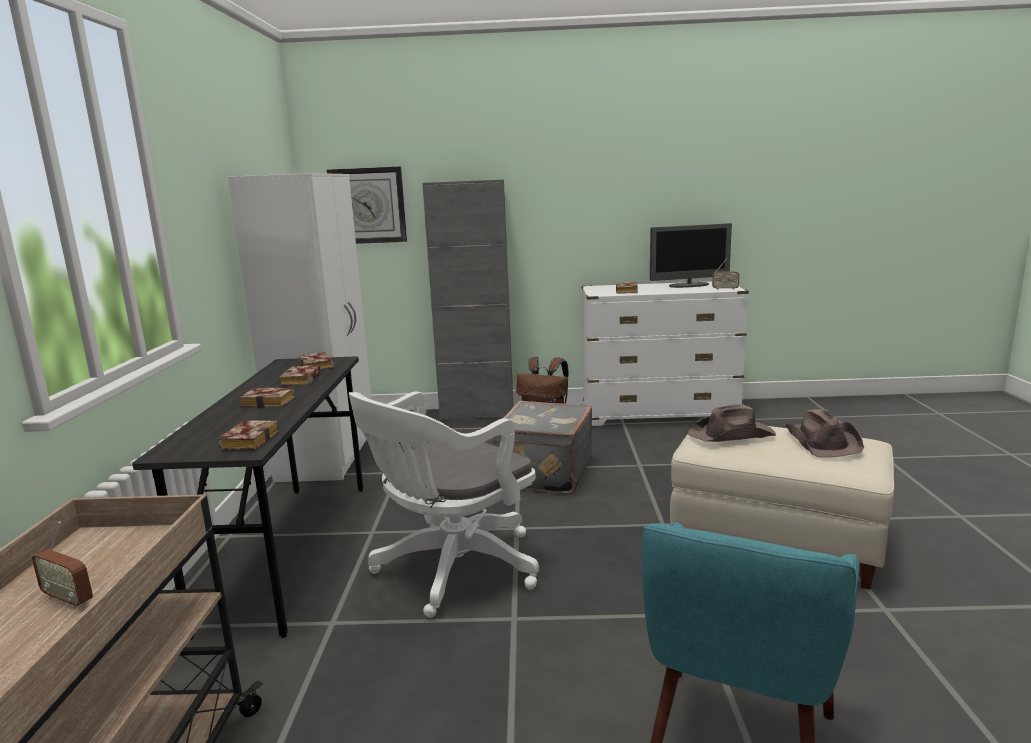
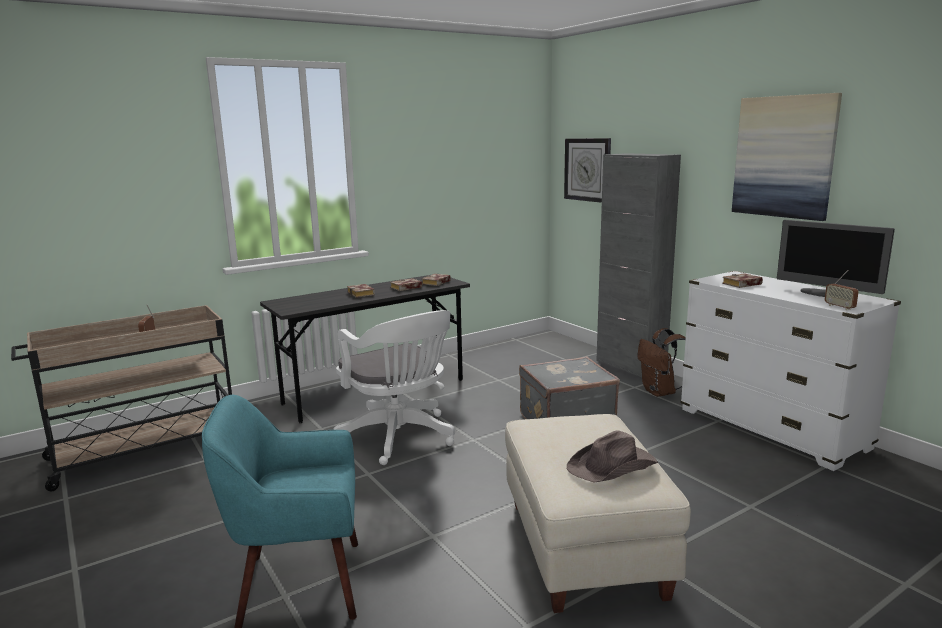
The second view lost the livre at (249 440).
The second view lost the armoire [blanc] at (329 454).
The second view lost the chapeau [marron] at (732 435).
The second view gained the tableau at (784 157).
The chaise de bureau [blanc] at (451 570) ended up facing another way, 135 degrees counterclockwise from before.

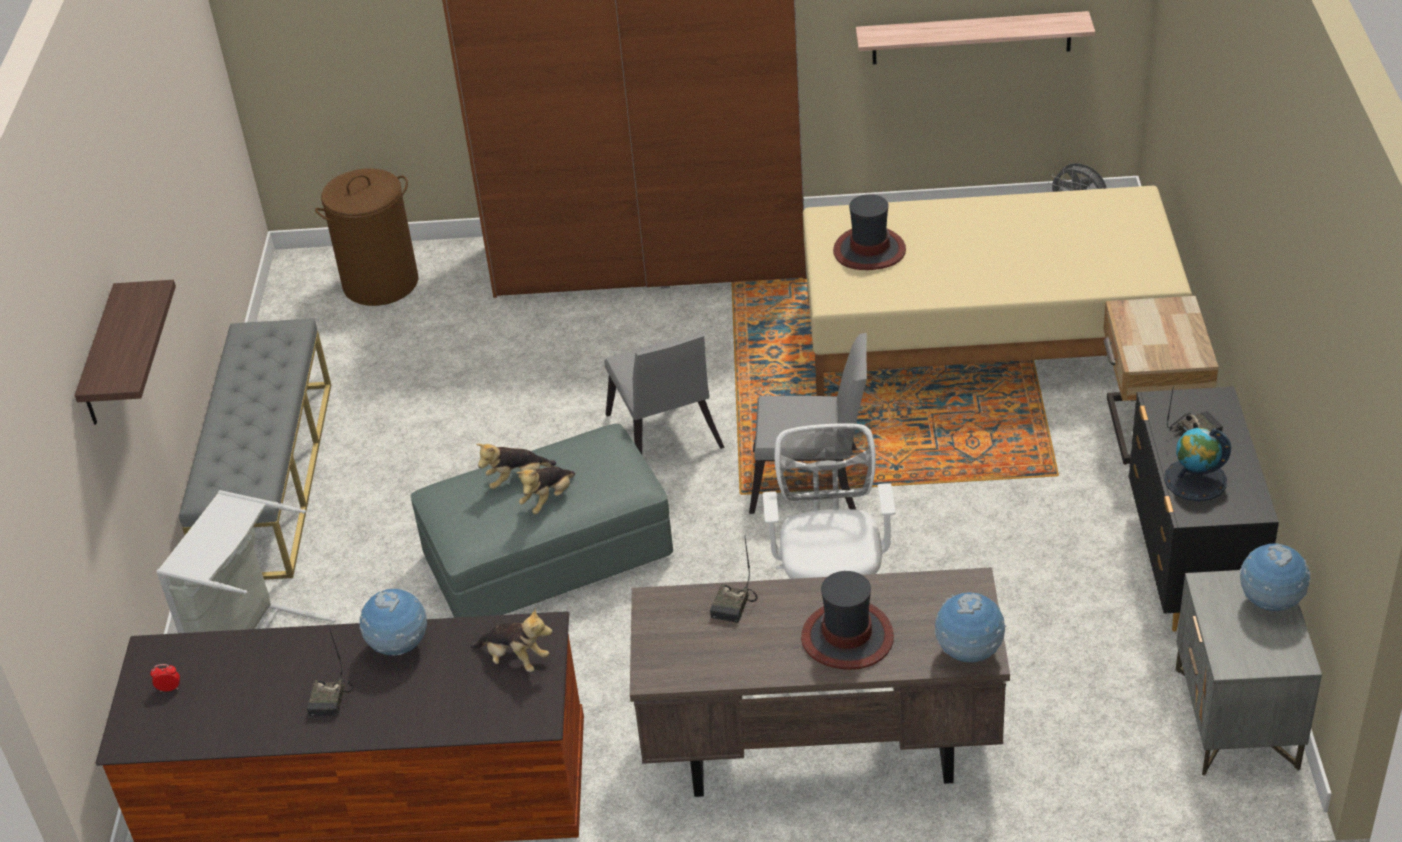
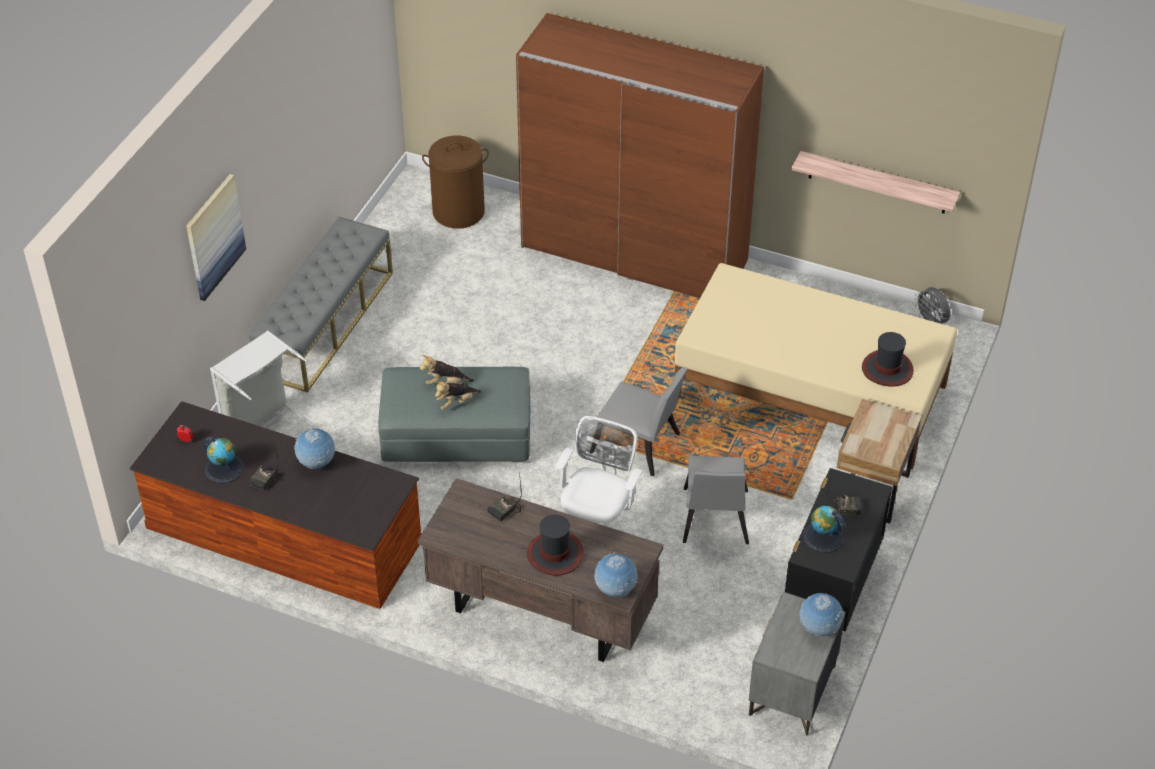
The second view lost the peluche at (515 659).
The second view gained the globe at (224 468).
The chaise [gris] ended up elsewhere, having gone from (665 437) to (714 521).
The chapeau ended up elsewhere, having gone from (869 250) to (887 369).
Where the étagère hung at (101 358), the tableau came to hang at (214 237).

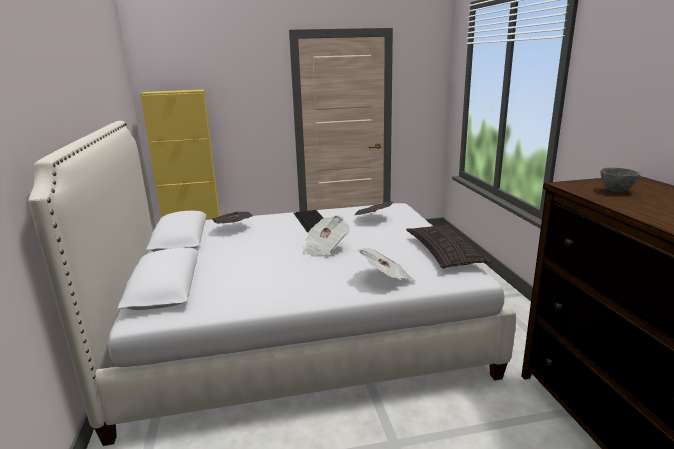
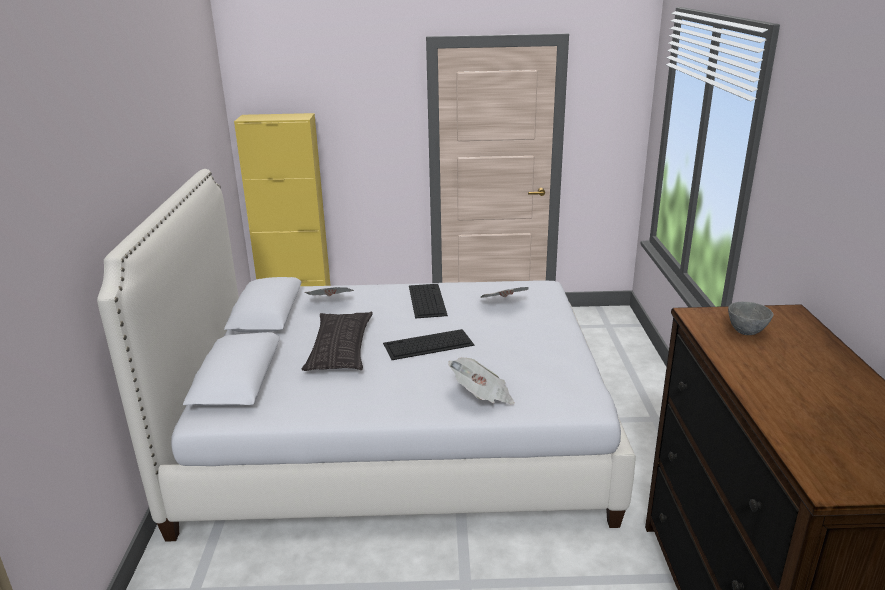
The coussin ended up elsewhere, having gone from (444 252) to (340 348).
Where the journal stood at (325 248), the clavier came to stand at (427 344).

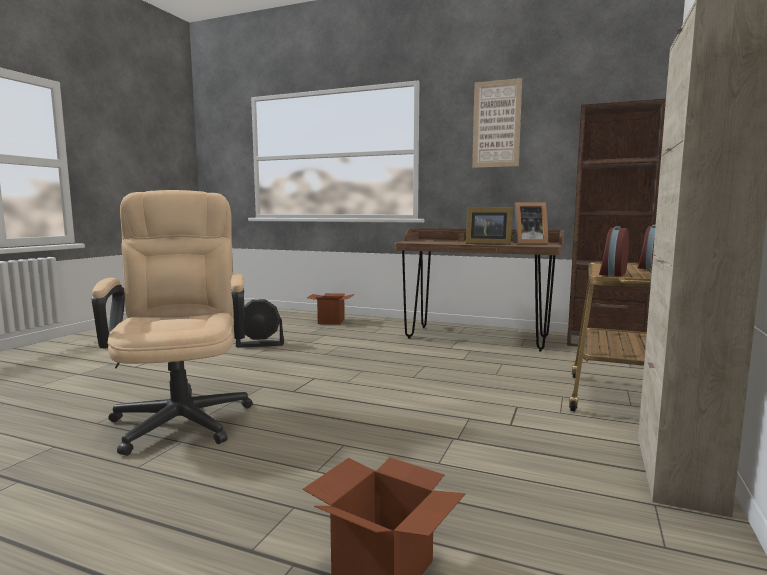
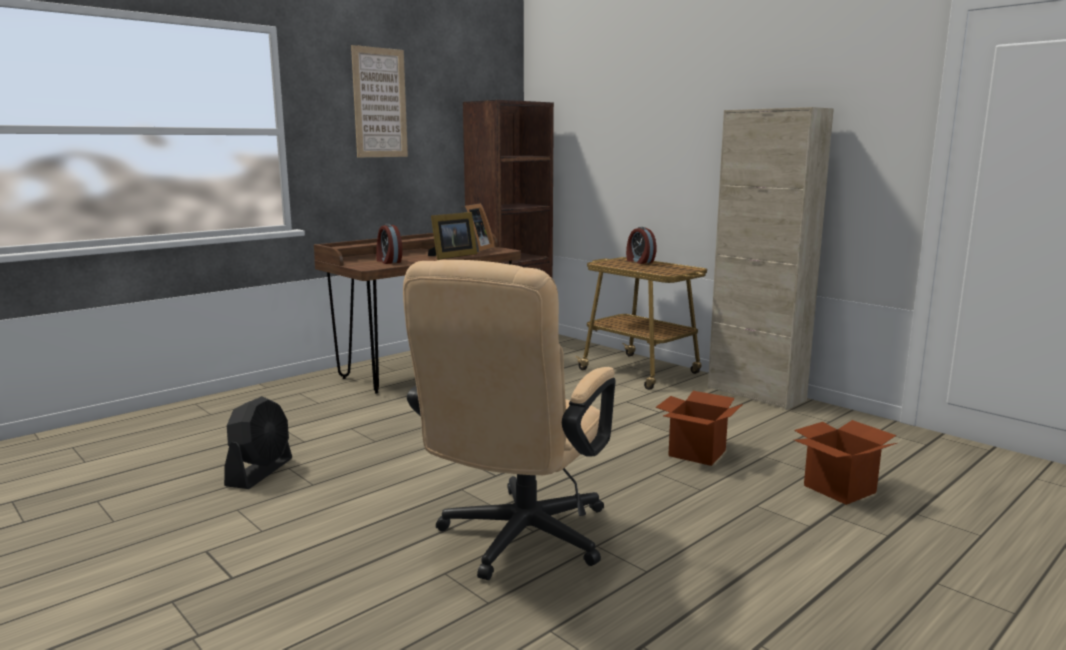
The carton ended up elsewhere, having gone from (331 321) to (697 453).
The réveil ended up elsewhere, having gone from (612 273) to (388 261).
The chaise de bureau [beige] at (183 415) ended up facing another way, 75 degrees counterclockwise from before.

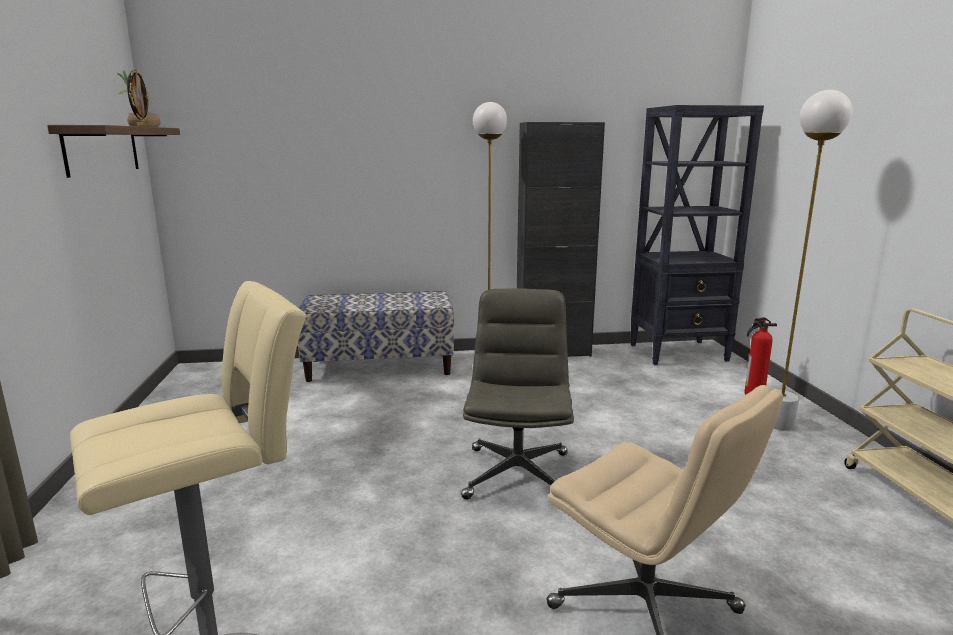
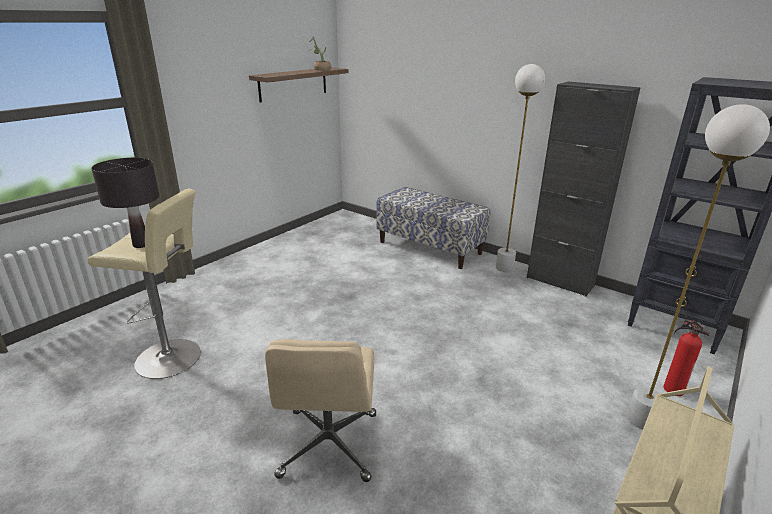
The second view lost the cadre photo at (142 126).
The second view lost the chaise de bureau [gris] at (517 474).
The second view gained the lampe de table [noir] at (141 244).

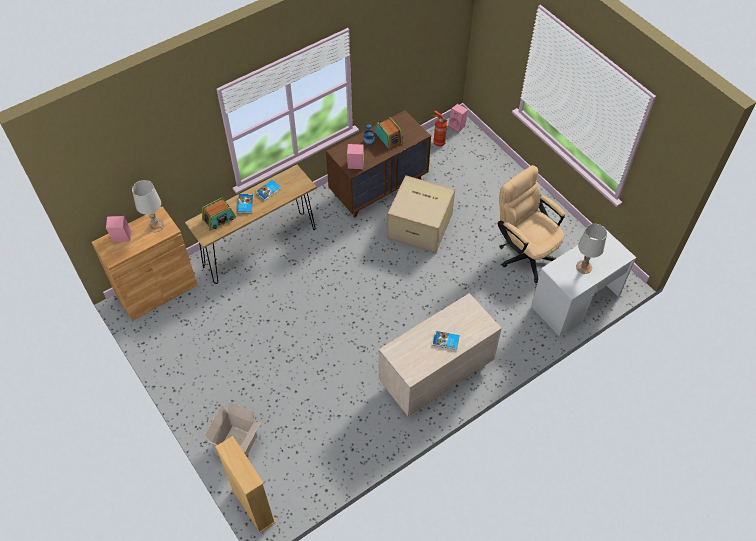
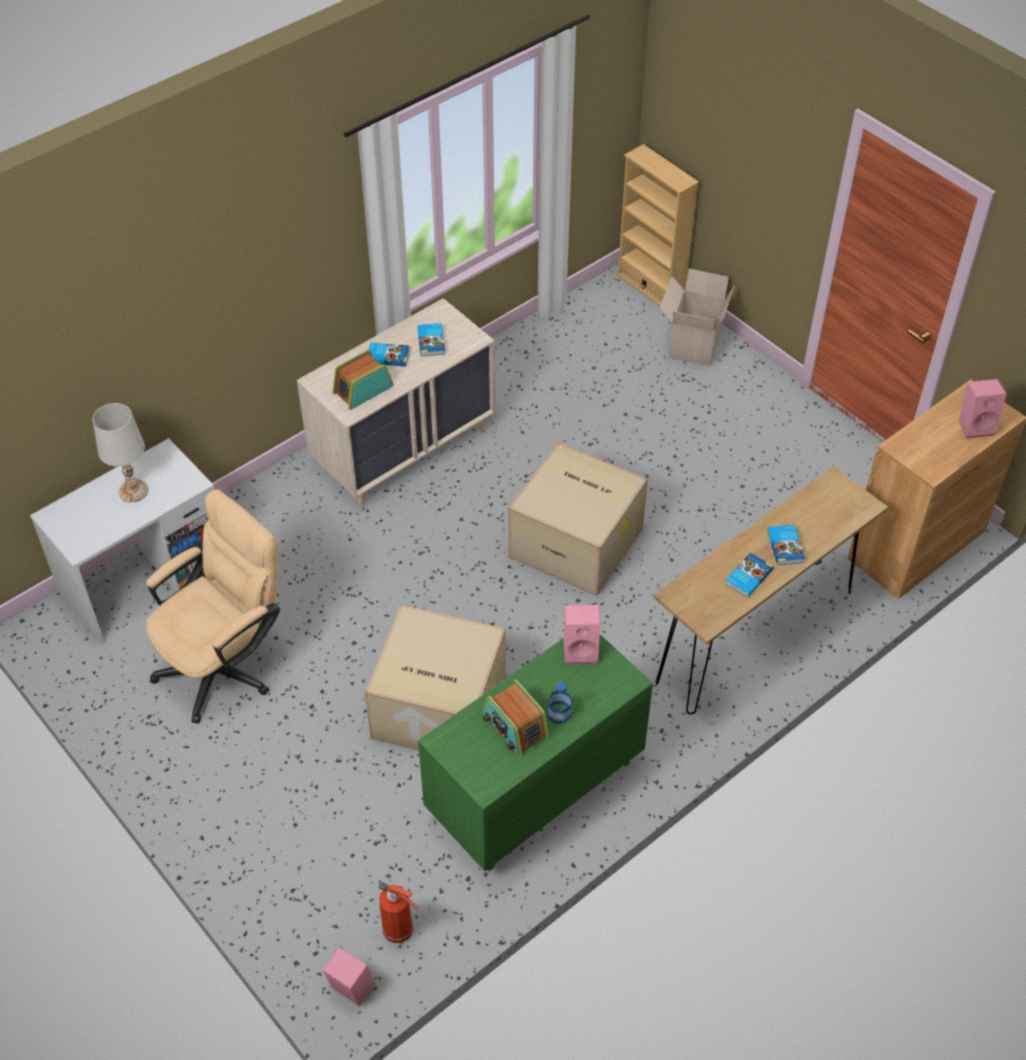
The second view lost the lampe de table [blanc] at (156 225).
The second view gained the livre at (432 341).
The second view gained the carton at (578 541).
The radio ended up elsewhere, having gone from (219 219) to (362 389).
What was the commode [marron] at (379 187) turned into the commode [vert] at (534 791).
The chaise de bureau [beige] at (524 253) ended up facing another way, 90 degrees counterclockwise from before.

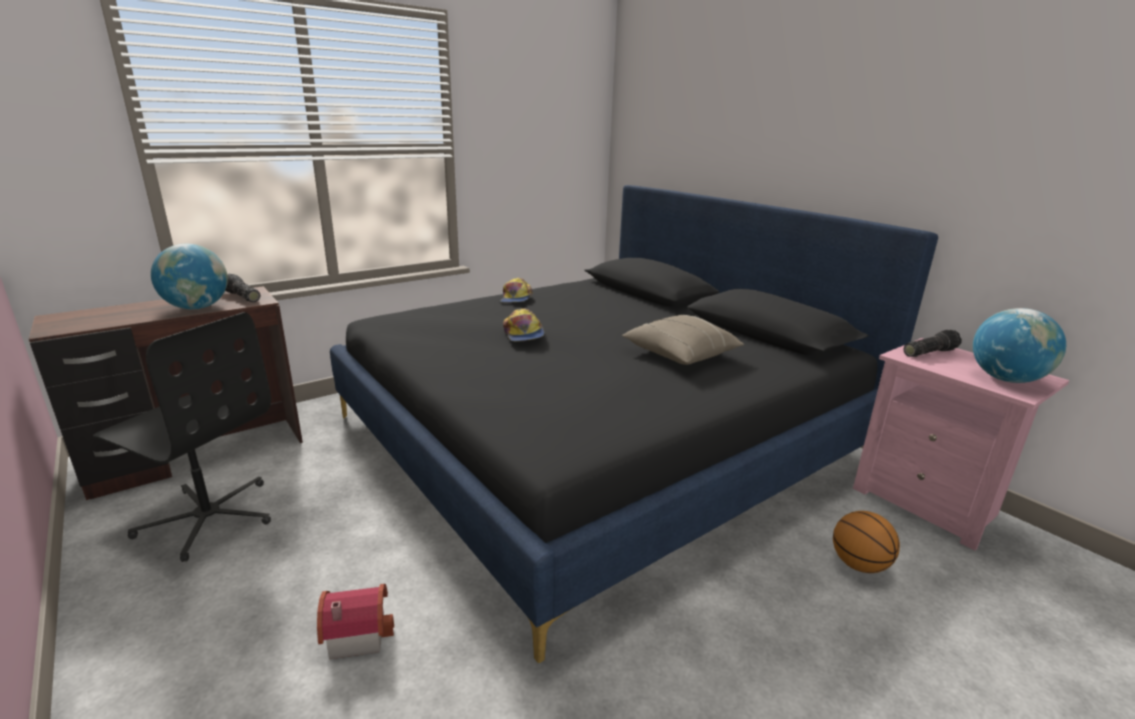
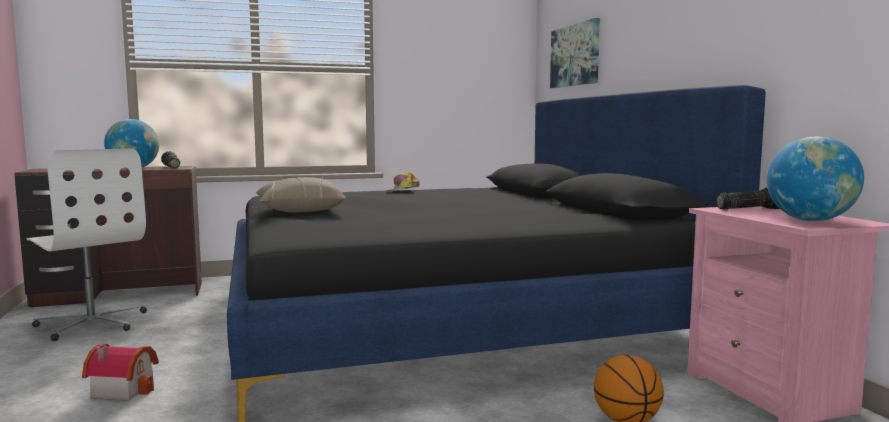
The second view lost the casquette at (523 333).
The second view gained the tableau at (575 55).
The coussin [beige] ended up elsewhere, having gone from (680 355) to (299 211).
What was the chaise de bureau [noir] at (209 517) turned into the chaise de bureau [blanc] at (92 323).

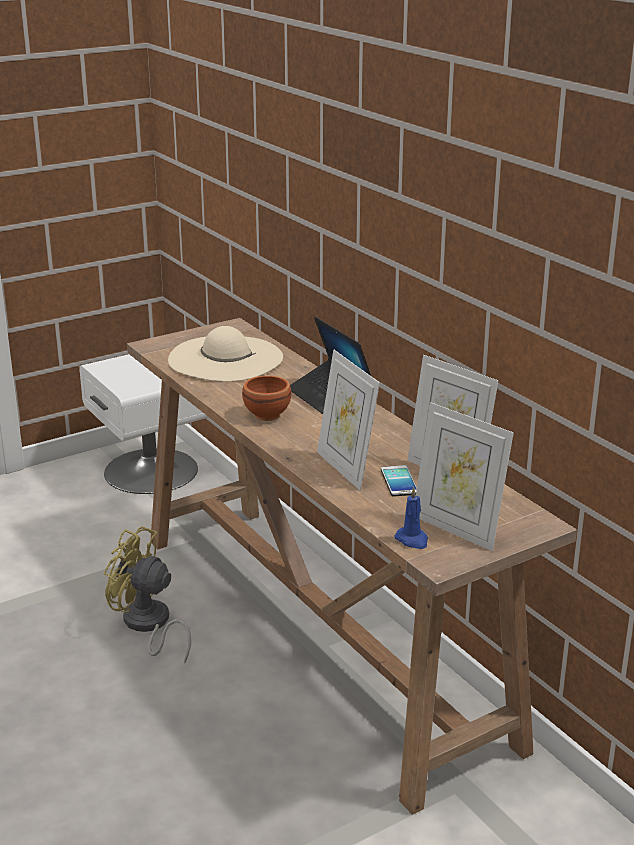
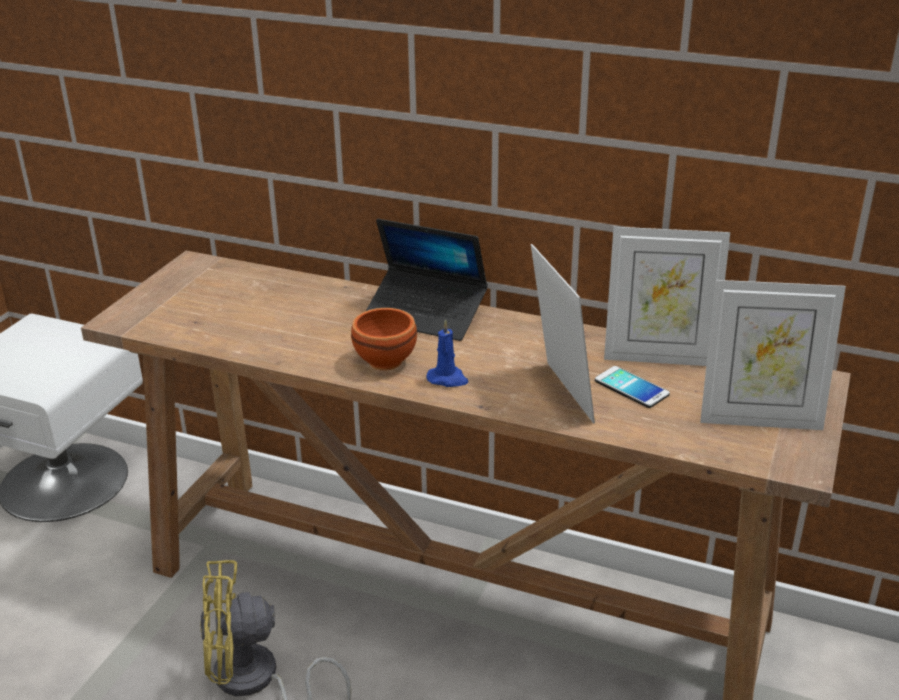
The second view lost the chapeau [beige] at (225 358).
The bougie [bleu] ended up elsewhere, having gone from (412 540) to (448 379).
The cadre photo at (346 468) ended up facing another way, 135 degrees counterclockwise from before.

